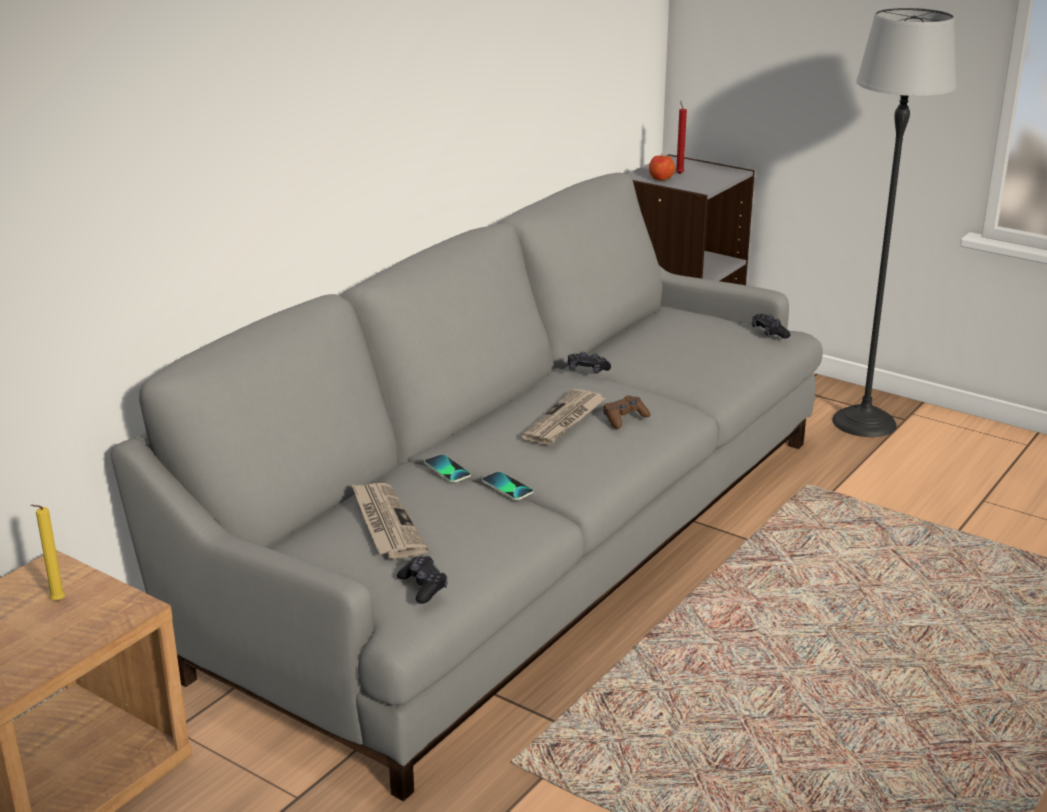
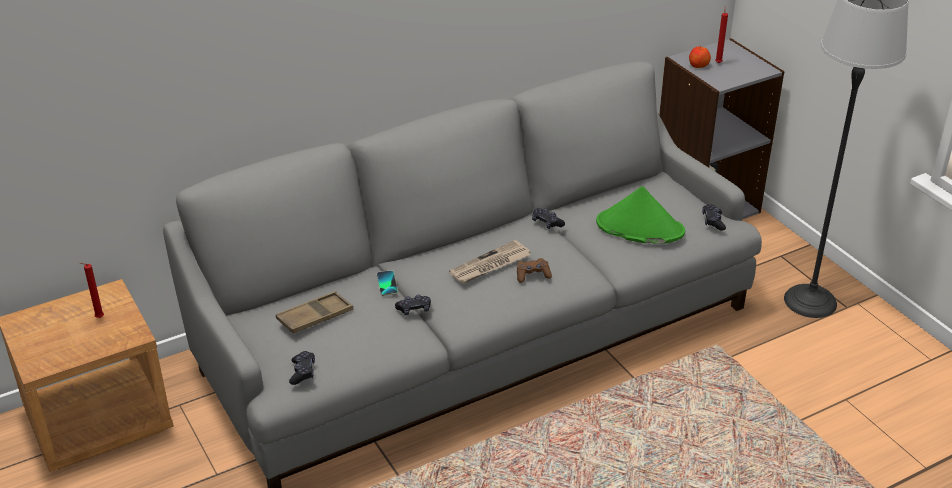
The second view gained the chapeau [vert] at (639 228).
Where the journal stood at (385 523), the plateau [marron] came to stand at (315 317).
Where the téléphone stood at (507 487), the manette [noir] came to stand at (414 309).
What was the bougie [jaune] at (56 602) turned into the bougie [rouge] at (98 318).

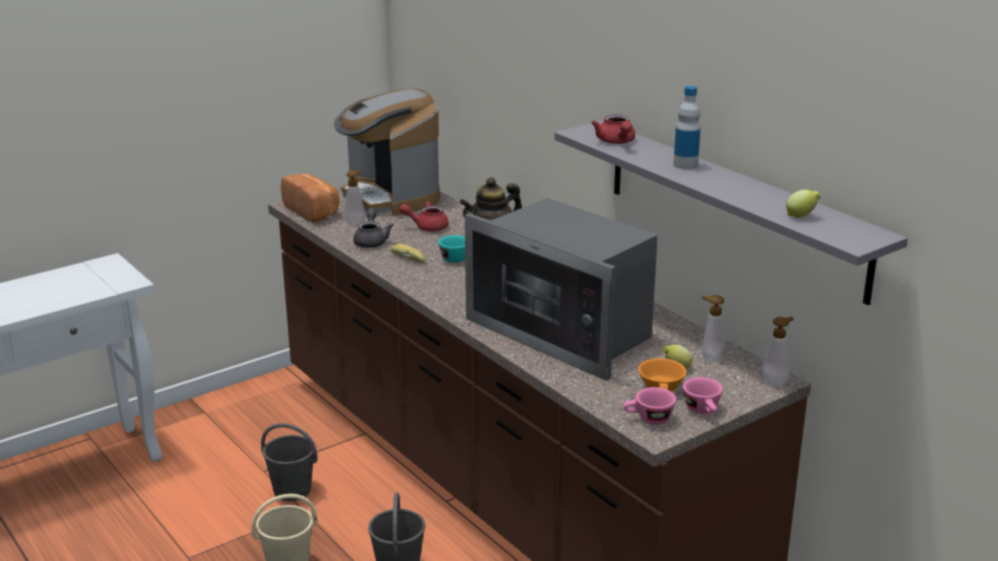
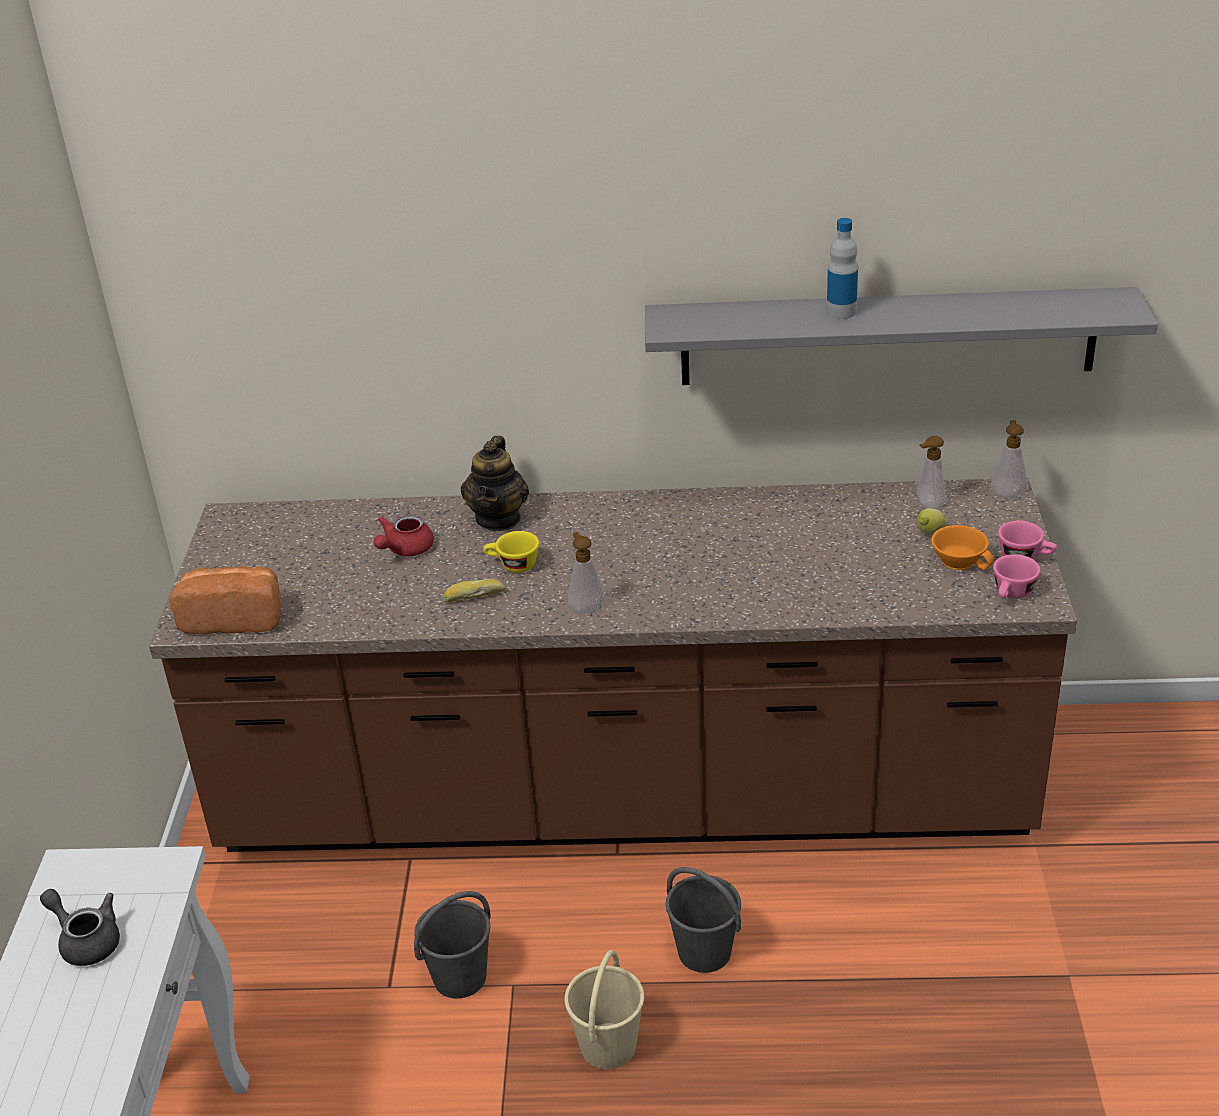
The second view lost the machine à café at (390 197).
The second view lost the micro-ondes at (565 331).
The second view lost the théière [rouge] at (616 142).
The second view lost the citron at (801 216).
The distributeur de savon ended up elsewhere, having gone from (356 222) to (586 608).
The théière [gris] ended up elsewhere, having gone from (371 241) to (86 940).
What was the tasse [turquoise] at (451 257) turned into the tasse [jaune] at (512 565).

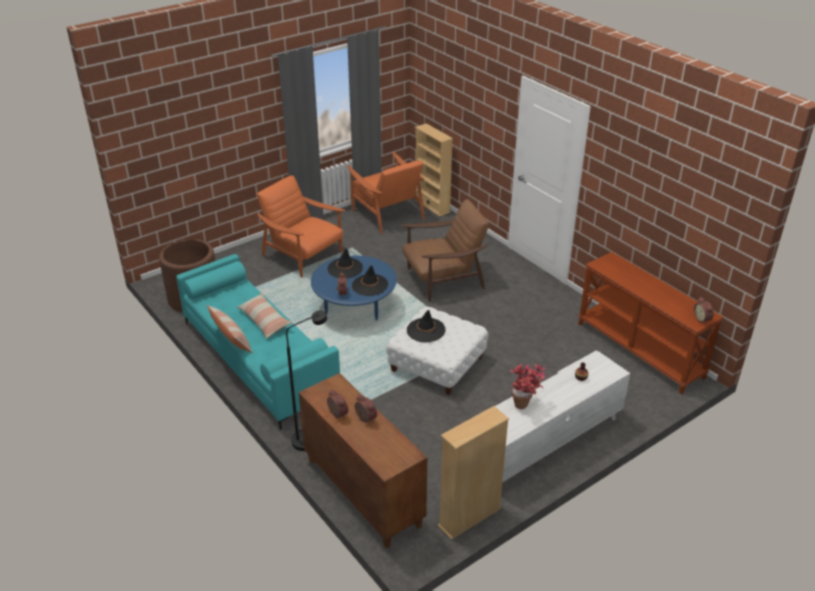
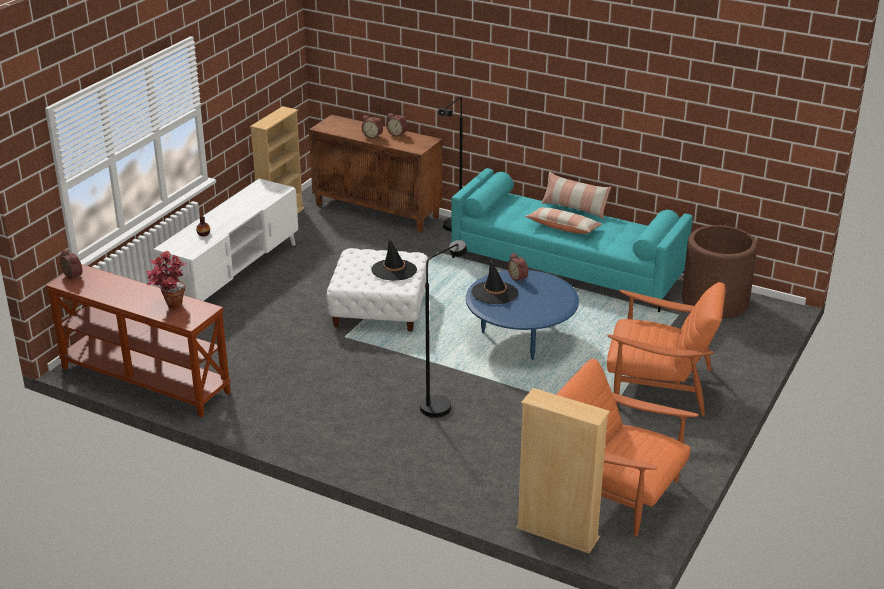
The second view lost the chapeau [noir] at (345 268).
The plante en pot ended up elsewhere, having gone from (525 404) to (169 307).
Where the fauteuil [marron] stood at (443 279), the lampadaire [noir] came to stand at (440 404).

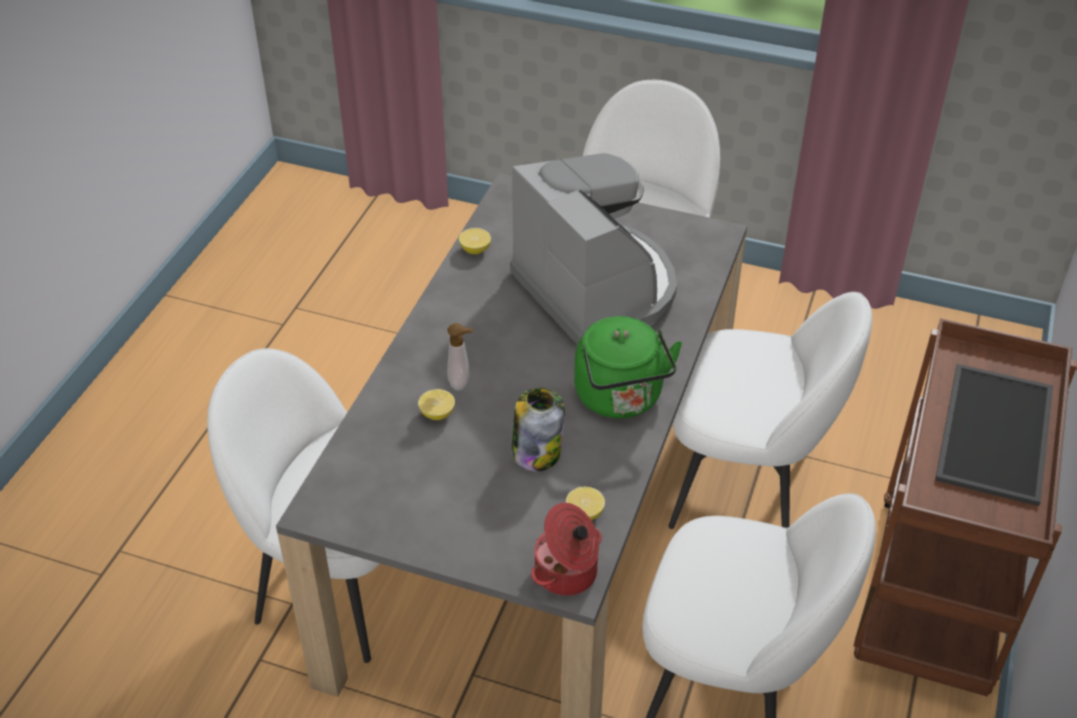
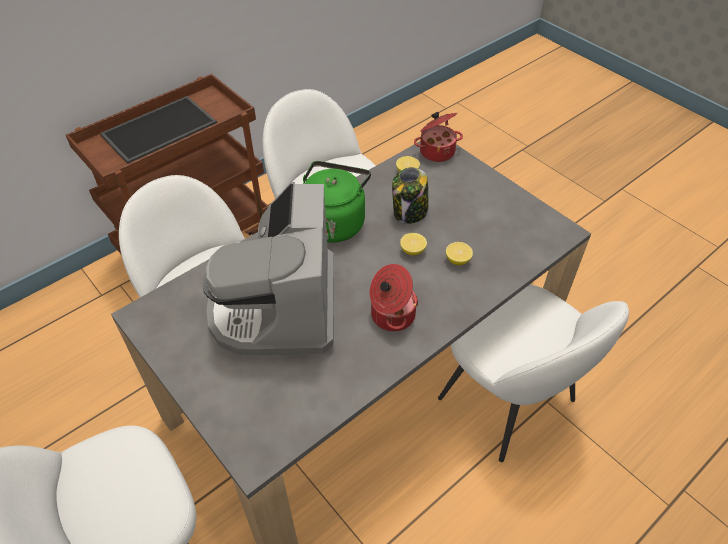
The second view lost the distributeur de savon at (461 383).
The second view gained the marmite at (391 315).
The citron ended up elsewhere, having gone from (475 249) to (412 251).

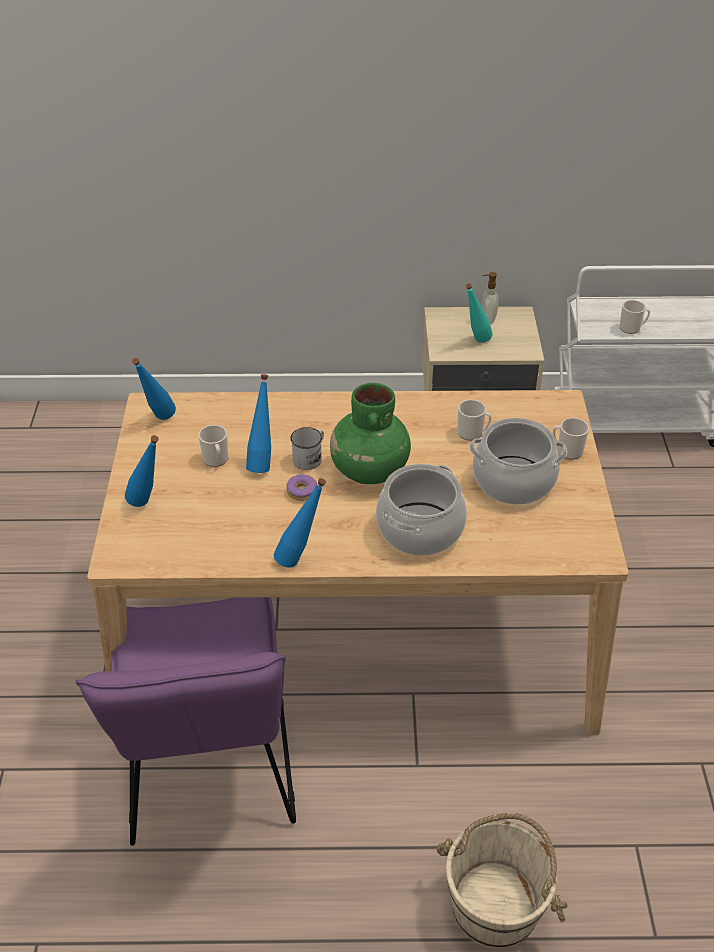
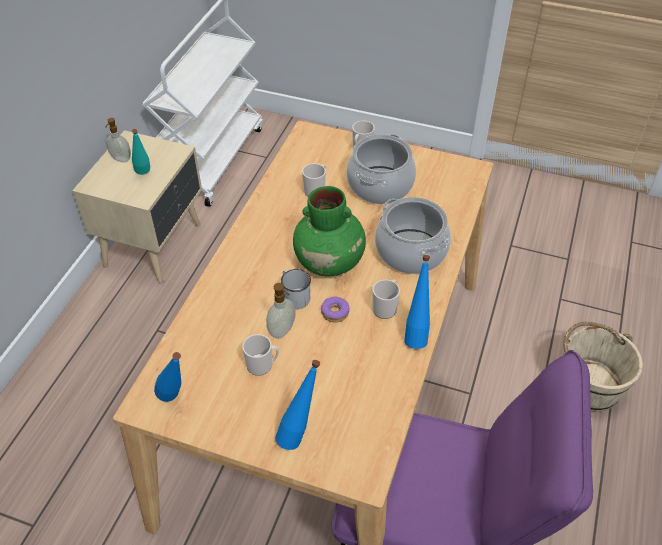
The mug ended up elsewhere, having gone from (632 328) to (386 307).
Where the bouteille [bleu] stood at (262 462), the distributeur de savon came to stand at (283 331).

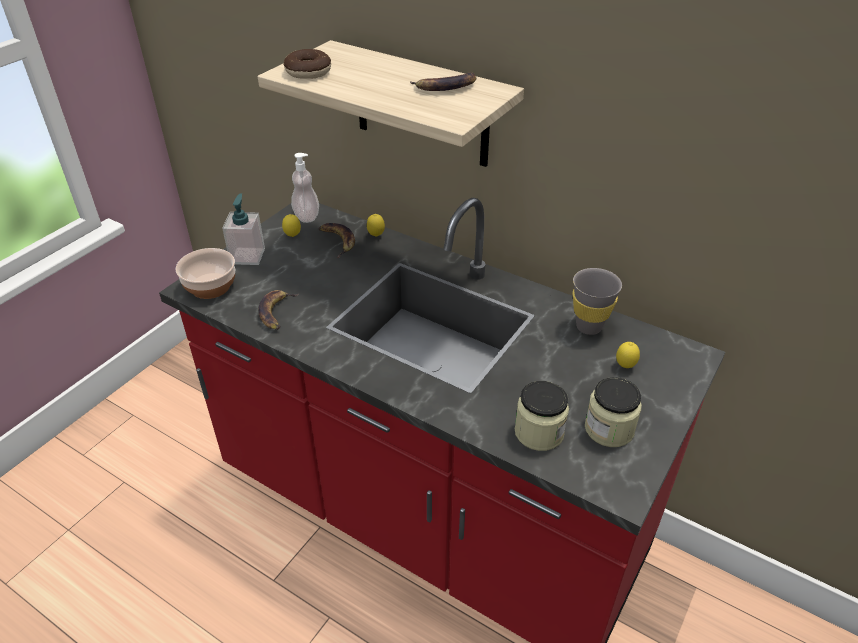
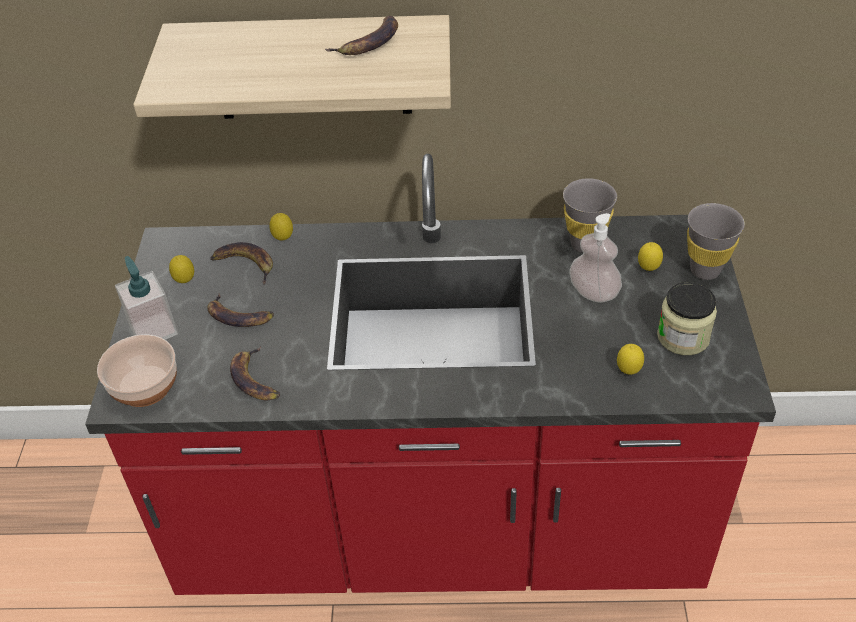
The second view lost the beignet at (308 72).
The second view gained the banane at (239 316).
The second view gained the tasse [gris] at (705 270).
The distributeur de savon ended up elsewhere, having gone from (306 216) to (593 292).
Where the bocal stood at (539 432), the citron came to stand at (628 372).

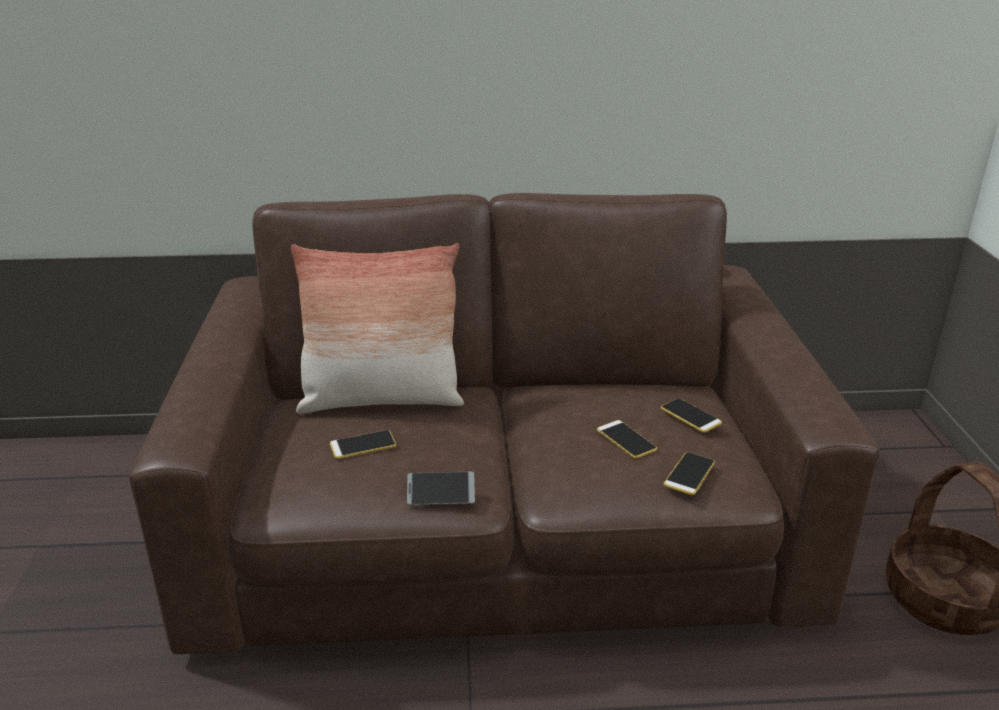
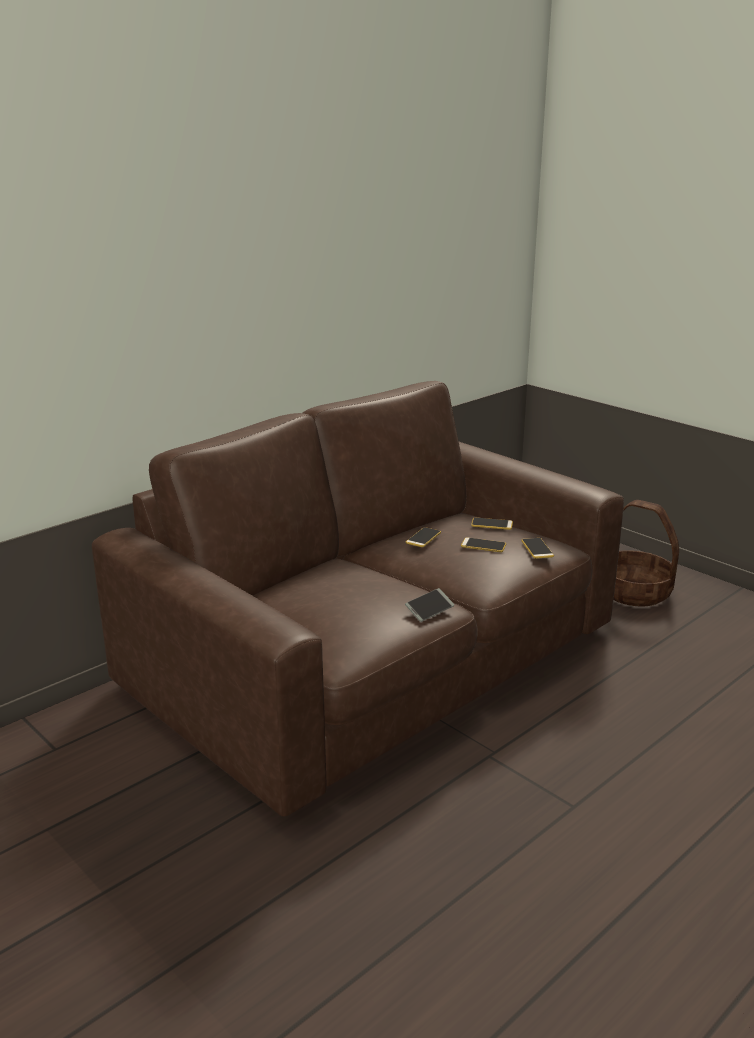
The second view lost the coussin at (381 400).
The téléphone ended up elsewhere, having gone from (363 445) to (423 538).

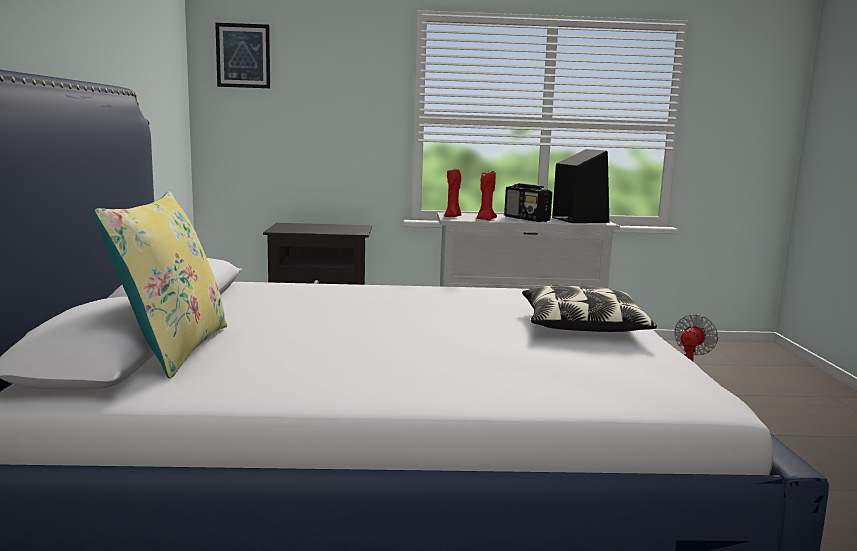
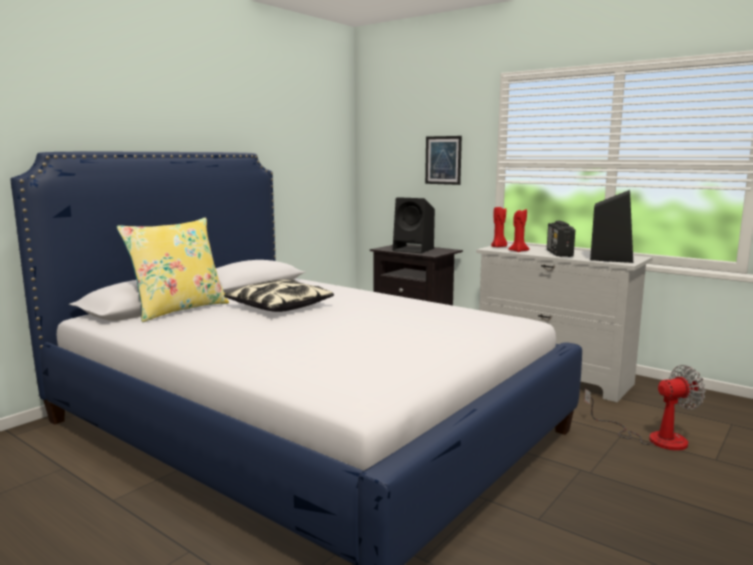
The second view gained the enceinte [noir] at (414 250).
The tableau ended up elsewhere, having gone from (243 55) to (443 160).
The coussin ended up elsewhere, having gone from (582 325) to (279 307).

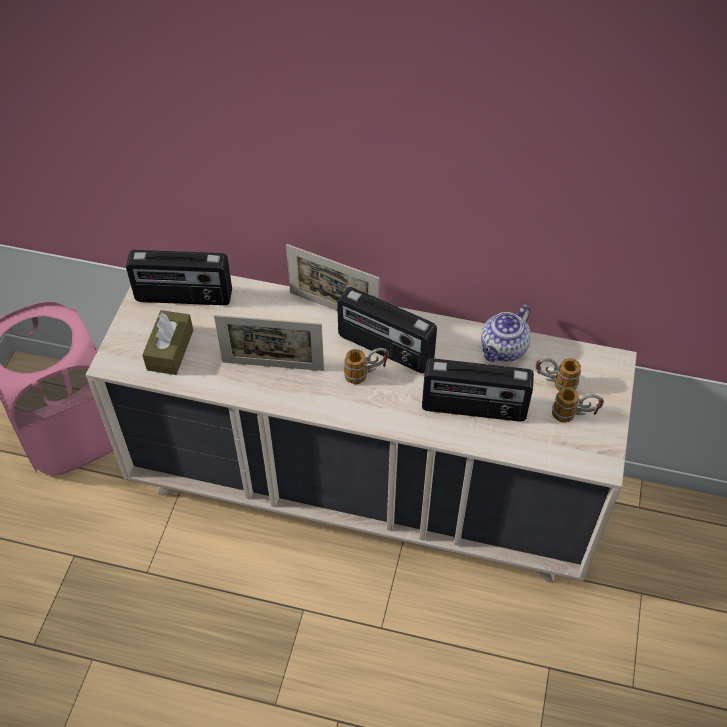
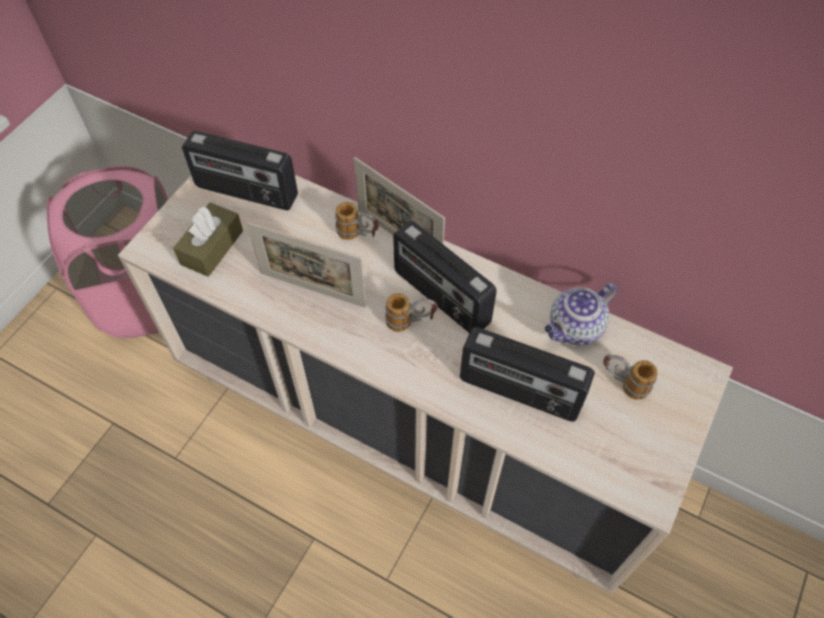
The mug ended up elsewhere, having gone from (574 415) to (358 235).

